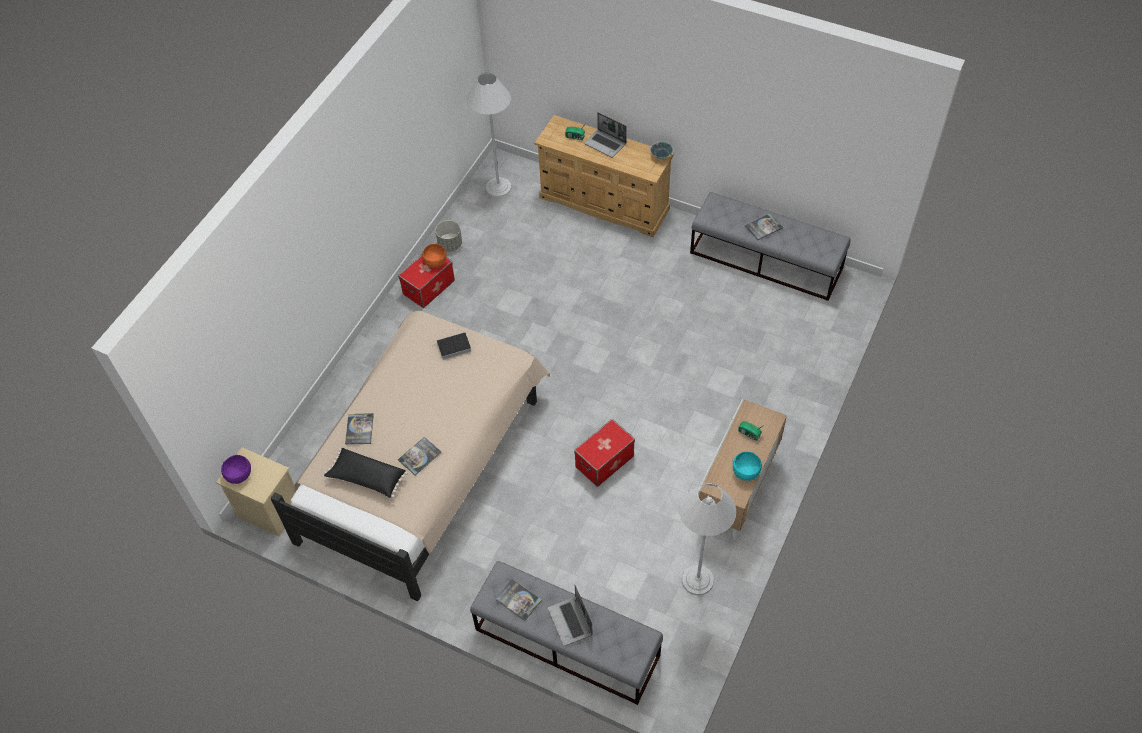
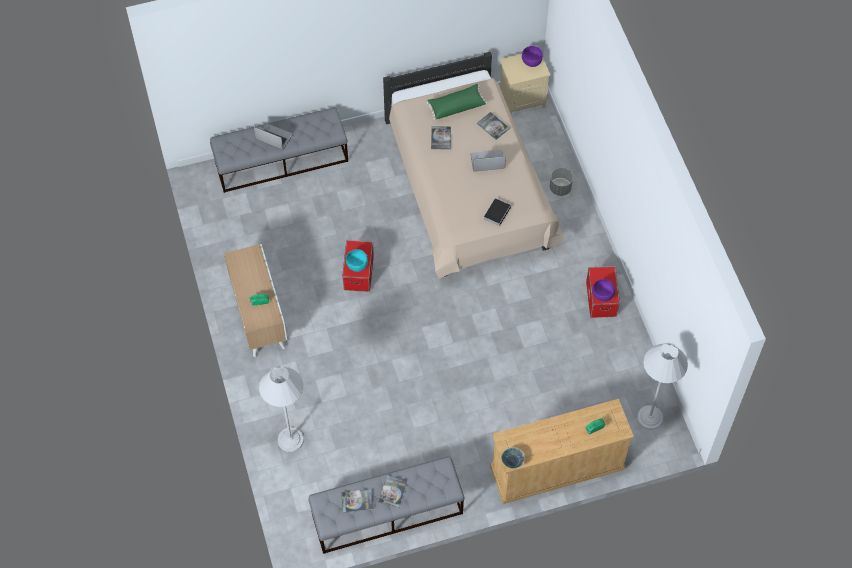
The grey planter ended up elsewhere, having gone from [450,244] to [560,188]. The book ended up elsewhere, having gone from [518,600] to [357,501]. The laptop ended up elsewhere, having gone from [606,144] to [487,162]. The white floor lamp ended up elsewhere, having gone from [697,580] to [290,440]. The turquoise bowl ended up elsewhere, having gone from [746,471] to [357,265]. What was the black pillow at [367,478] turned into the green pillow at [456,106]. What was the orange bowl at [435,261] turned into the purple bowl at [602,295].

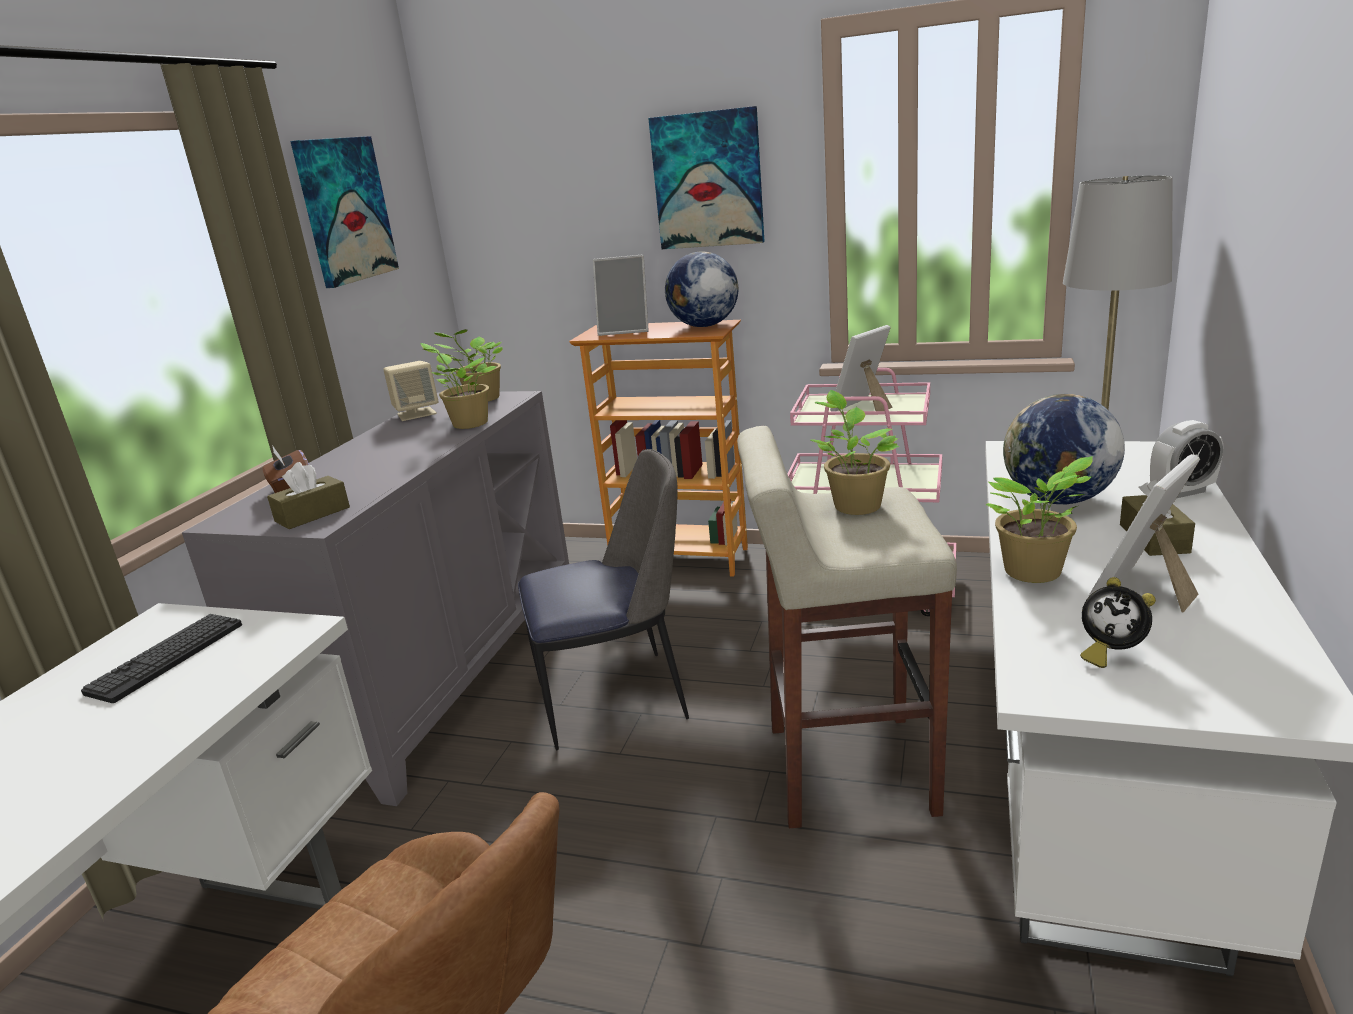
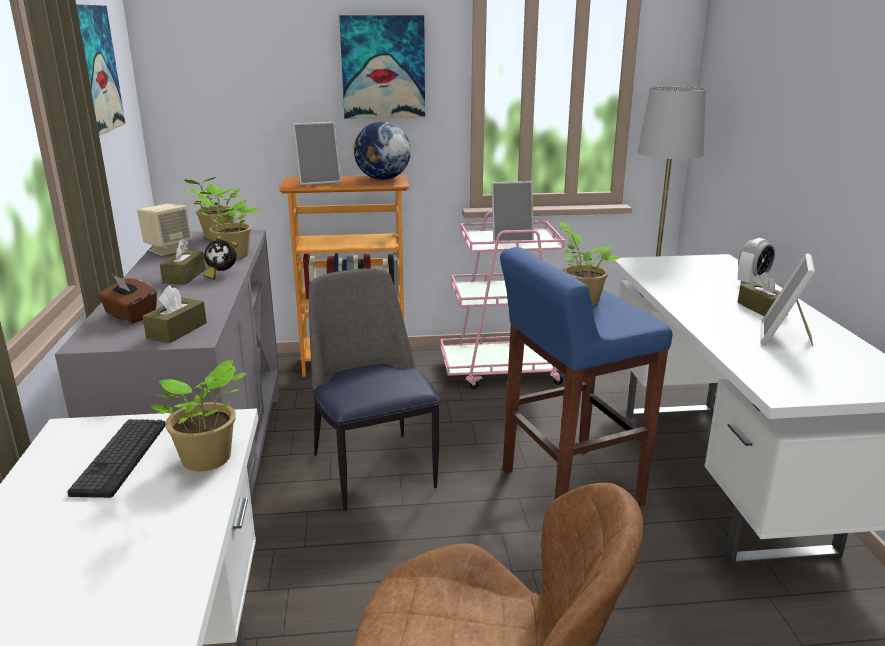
The second view lost the globe at [1058,500]. The second view gained the brown tissue box at [184,276]. The potted plant ended up elsewhere, having gone from [1035,573] to [208,461]. The alarm clock ended up elsewhere, having gone from [1110,653] to [221,274]. What was the beige stool at [846,769] turned into the blue stool at [568,488]. The chair at [617,699] ended up facing another way, 75 degrees counterclockwise from before. The picture frame at [863,408] ended up facing another way, 120 degrees counterclockwise from before.

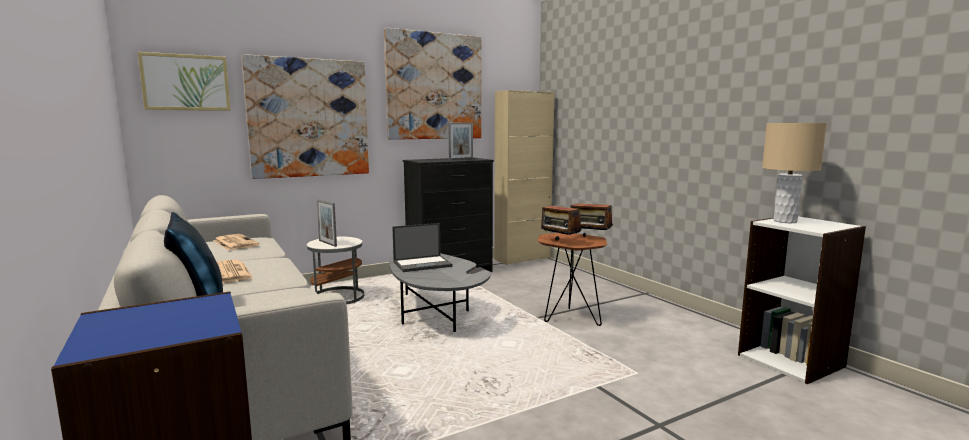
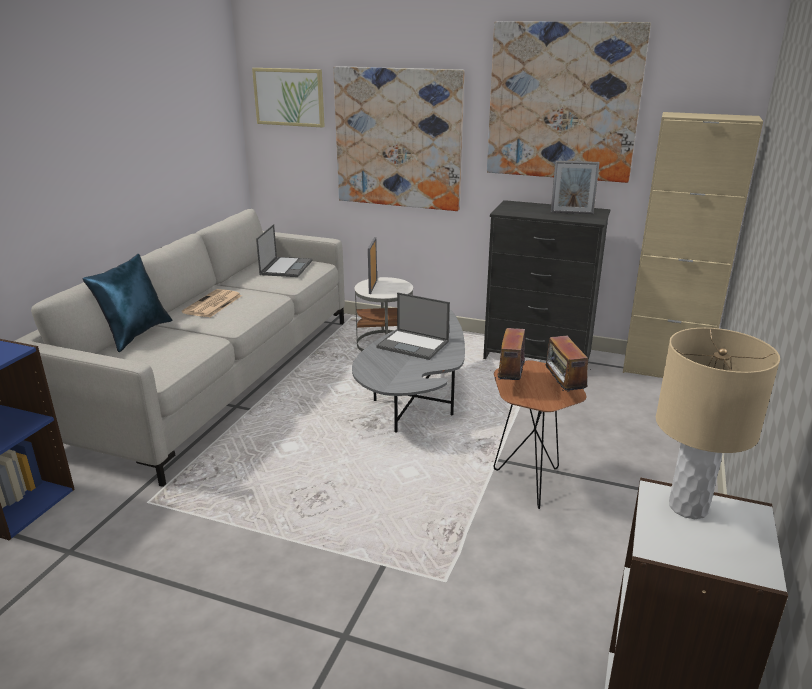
Where the newspaper stood at [235,243], the laptop came to stand at [286,267].

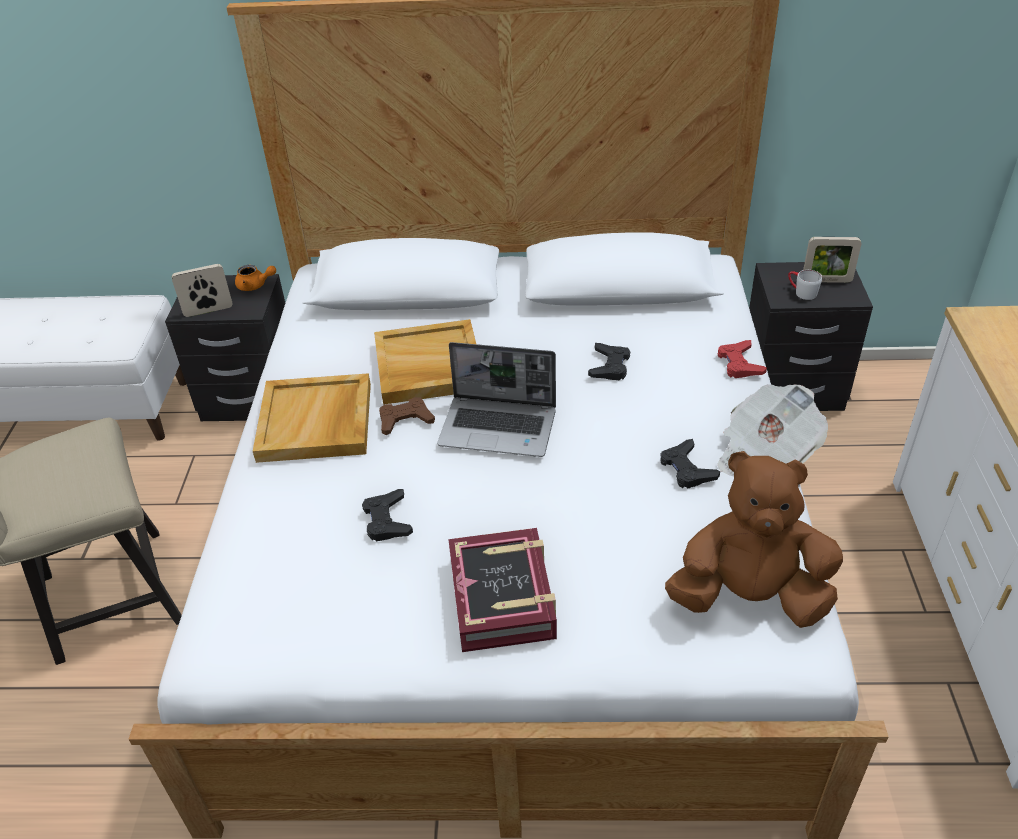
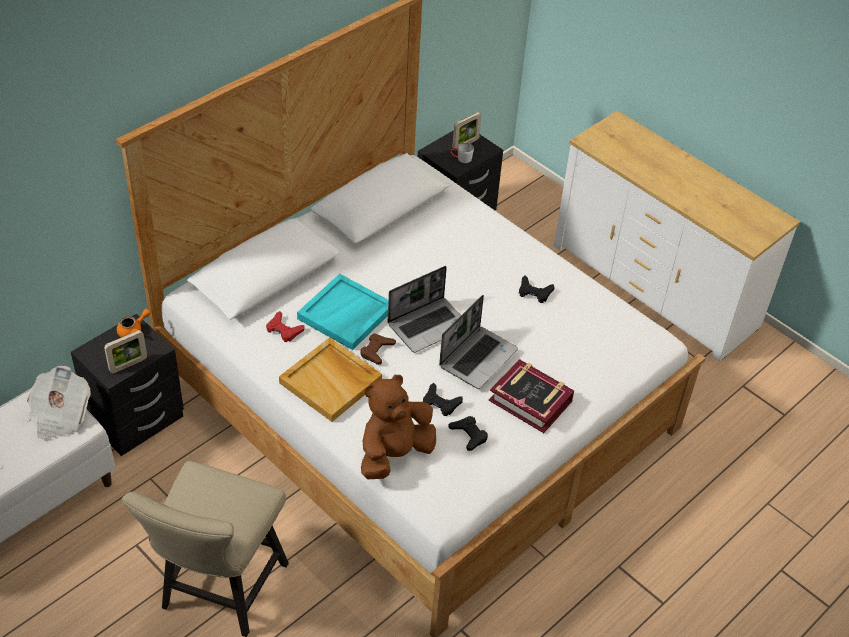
The second view gained the laptop at [478,357]. The black game controller ended up elsewhere, having gone from [609,366] to [469,435]. The brown plush toy ended up elsewhere, having gone from [749,596] to [394,454]. The red game controller ended up elsewhere, having gone from [739,364] to [284,330]. The newspaper ended up elsewhere, having gone from [764,455] to [60,415]. What was the beige tray at [428,366] turned into the turquoise tray at [346,315]. The picture frame at [208,311] ended up facing another way, 150 degrees counterclockwise from before.

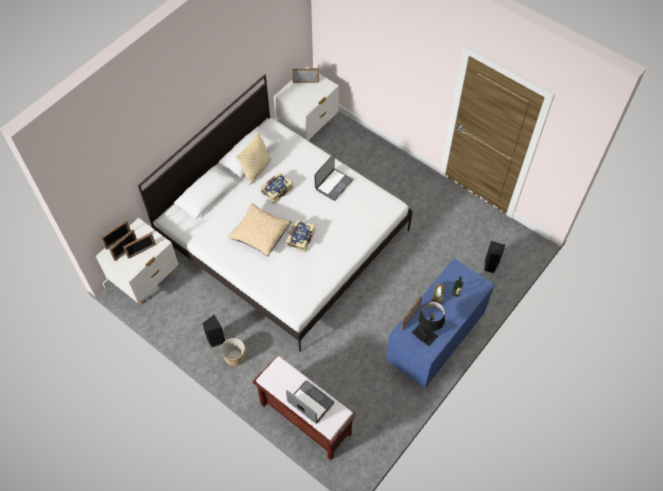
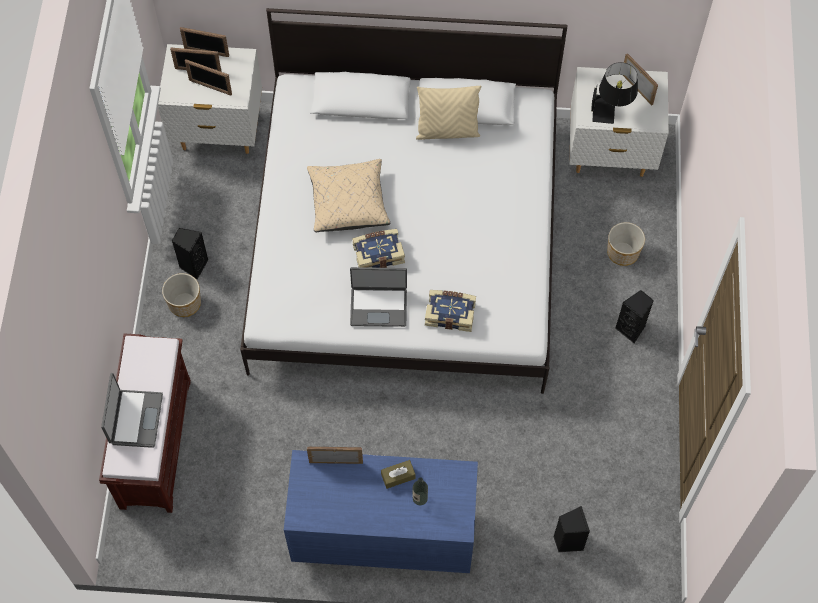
The second view gained the planter at [622,252]. The second view gained the black speaker at [631,329]. The book ended up elsewhere, having gone from [276,190] to [450,313]. The laptop ended up elsewhere, having gone from [333,184] to [378,306]. The black table lamp ended up elsewhere, having gone from [427,330] to [611,109].

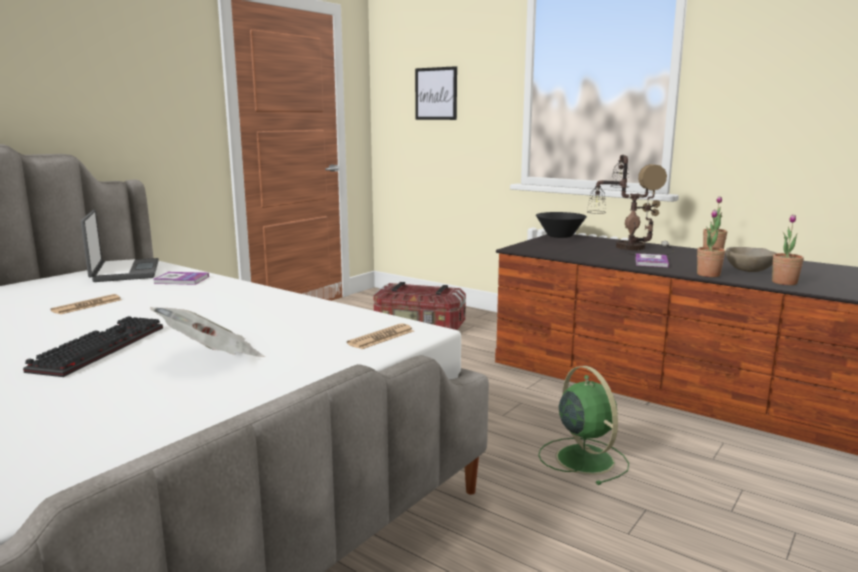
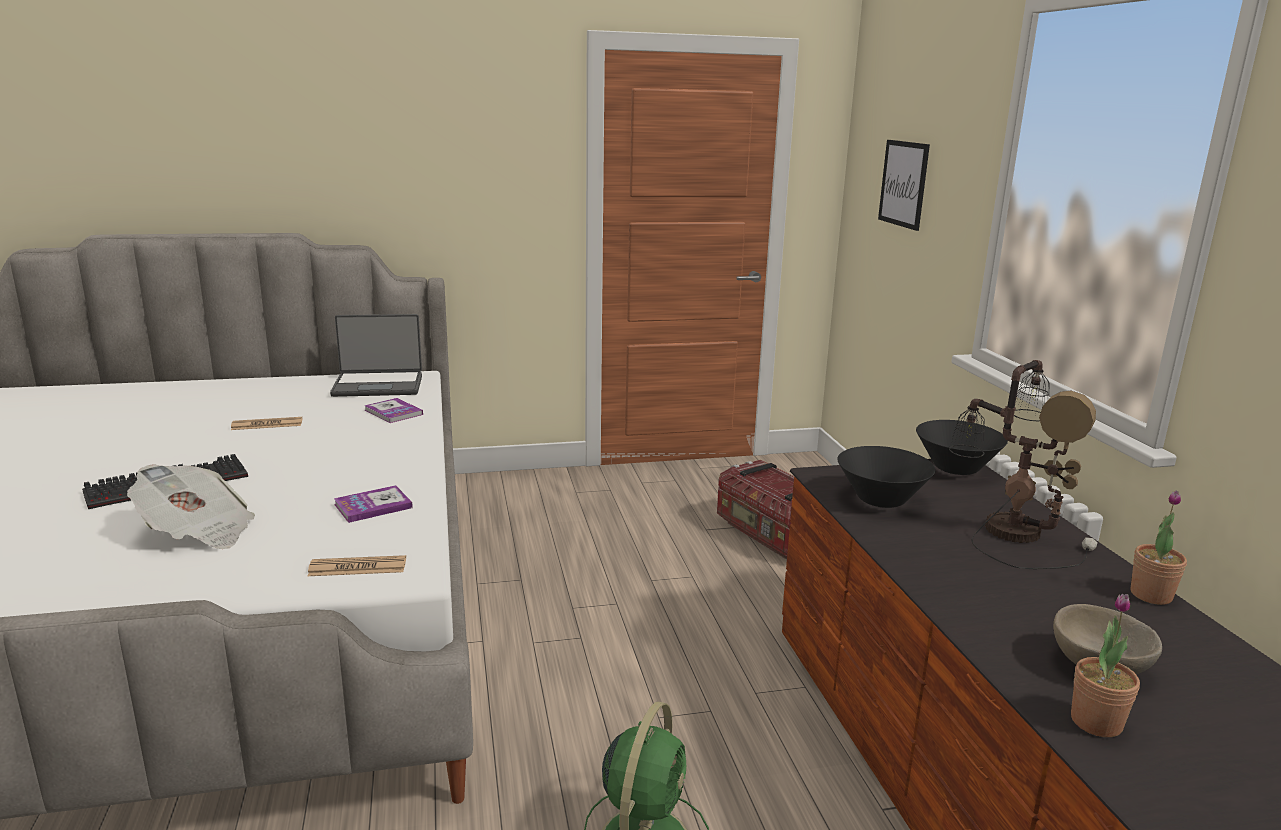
The second view lost the potted plant at [708,275]. The second view gained the black bowl at [881,499]. The book ended up elsewhere, having gone from [651,262] to [373,506]. The laptop at [124,272] ended up facing another way, 60 degrees clockwise from before.

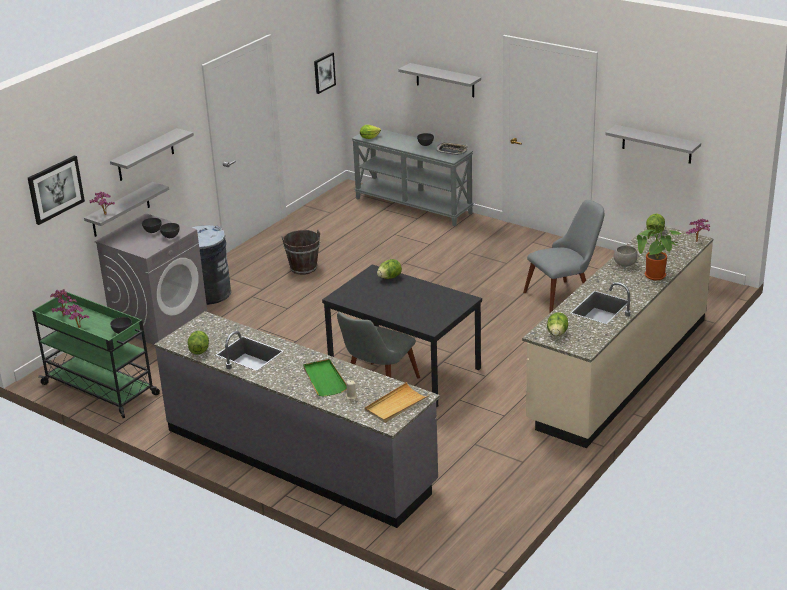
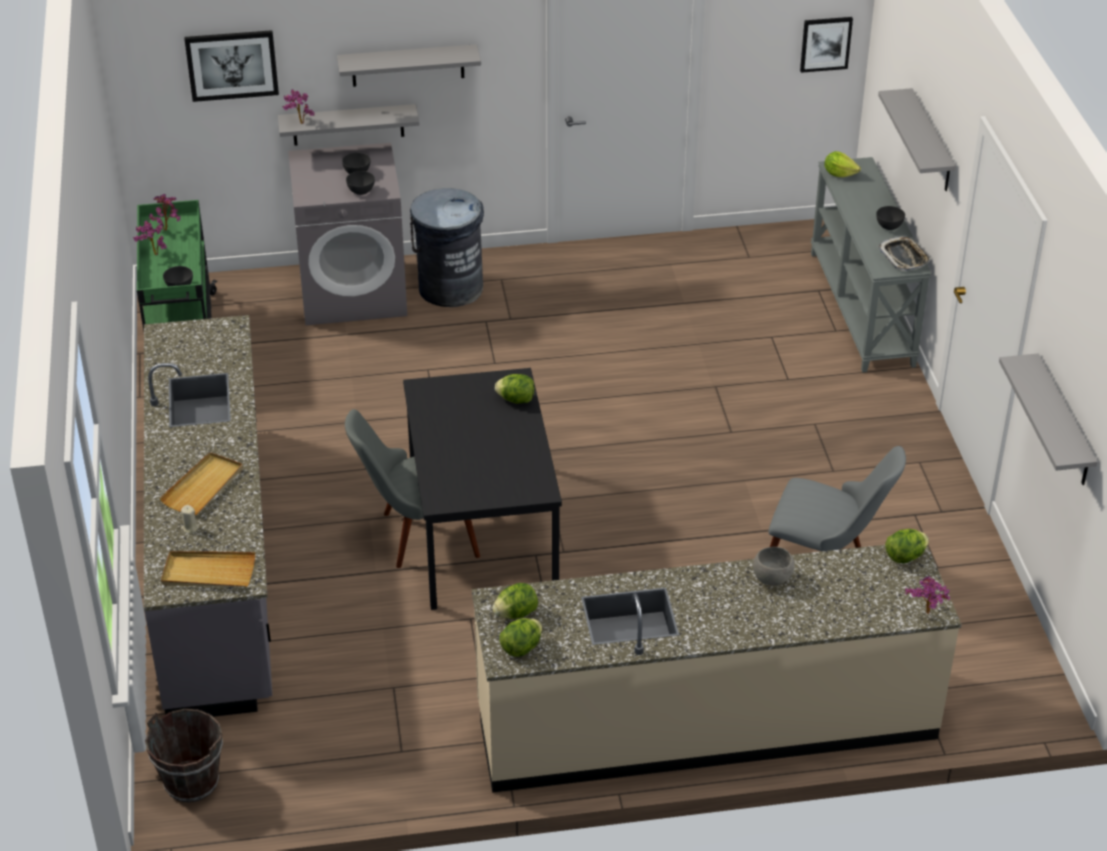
The second view lost the potted plant at [656,277]. The lettuce ended up elsewhere, having gone from [199,350] to [521,648]. The brown bucket ended up elsewhere, having gone from [303,268] to [191,782]. What was the green tray at [324,379] turned into the beige tray at [203,487].

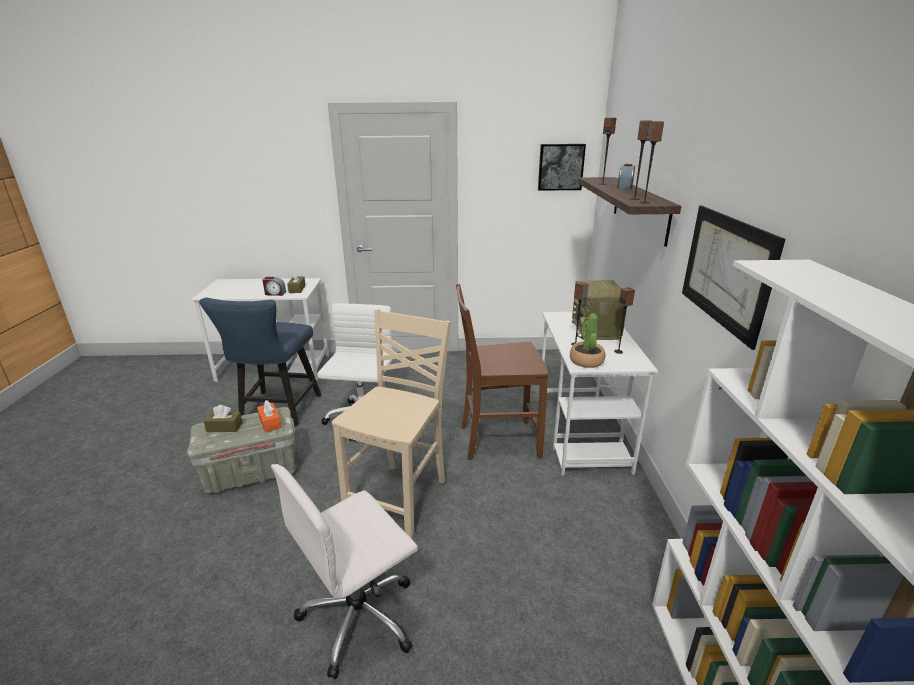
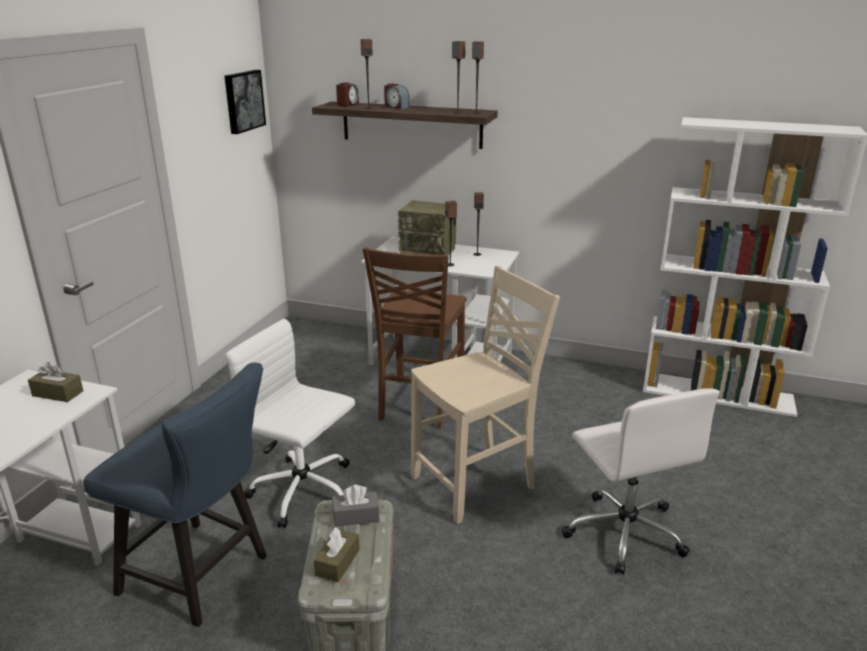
The second view lost the potted plant at [586,361]. The second view lost the picture at [725,271]. The alarm clock ended up elsewhere, having gone from [275,293] to [347,104]. What was the orange tissue box at [270,422] turned into the grey tissue box at [356,516]. The beige chair at [400,497] ended up facing another way, 105 degrees clockwise from before.

